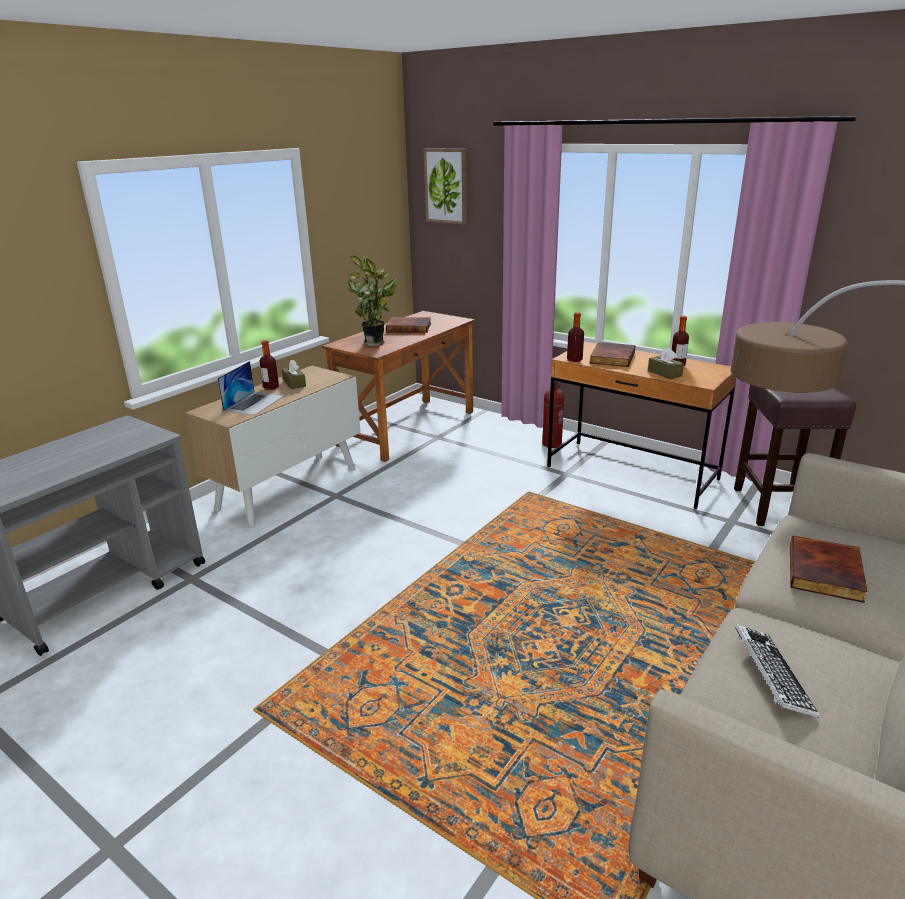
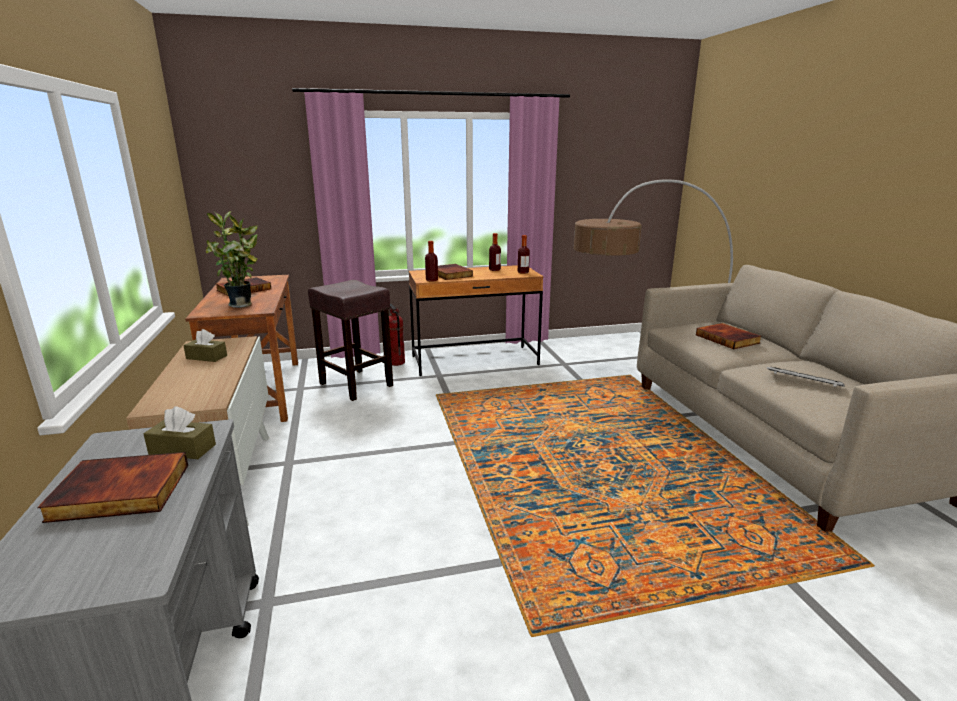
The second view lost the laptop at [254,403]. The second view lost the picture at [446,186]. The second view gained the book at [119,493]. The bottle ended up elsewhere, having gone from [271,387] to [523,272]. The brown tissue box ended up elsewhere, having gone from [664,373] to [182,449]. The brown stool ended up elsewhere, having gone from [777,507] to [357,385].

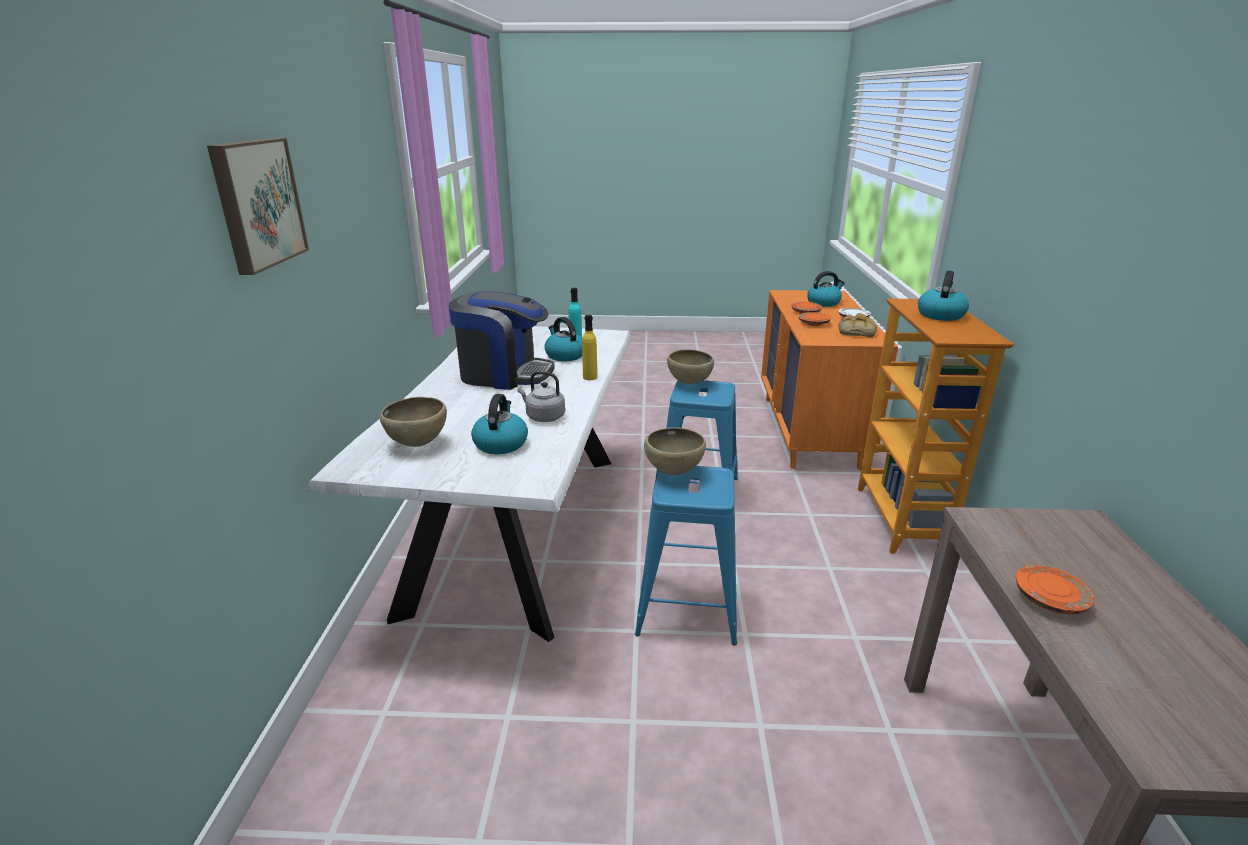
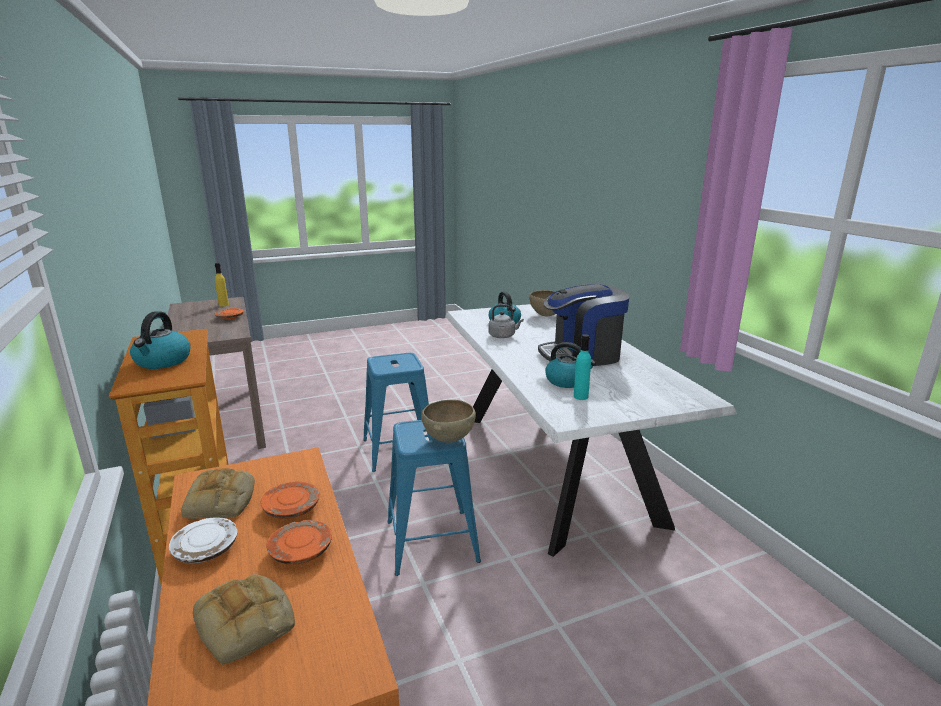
The second view lost the picture at [256,203]. The second view lost the brown bowl at [674,472]. The yellow bottle ended up elsewhere, having gone from [590,377] to [223,305]. Where the kettle stood at [823,303], the bread came to stand at [247,623].

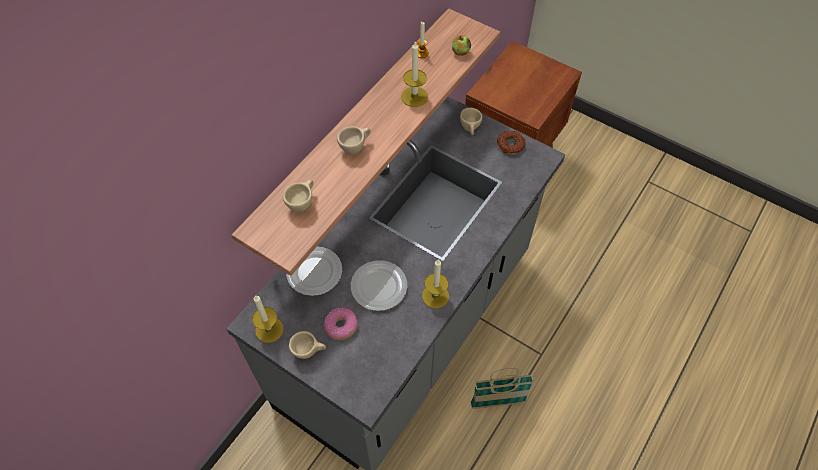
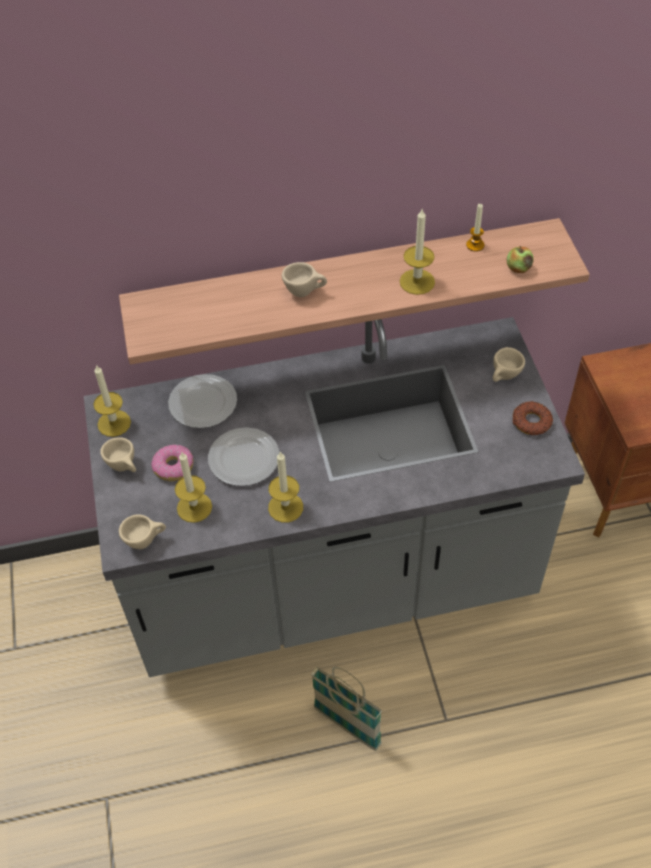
The second view gained the candle at [194,507]. The beige cup ended up elsewhere, having gone from [302,203] to [145,540].

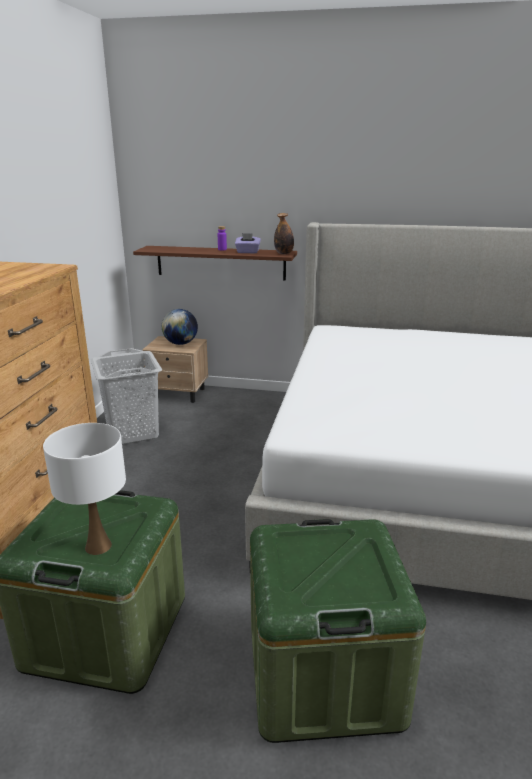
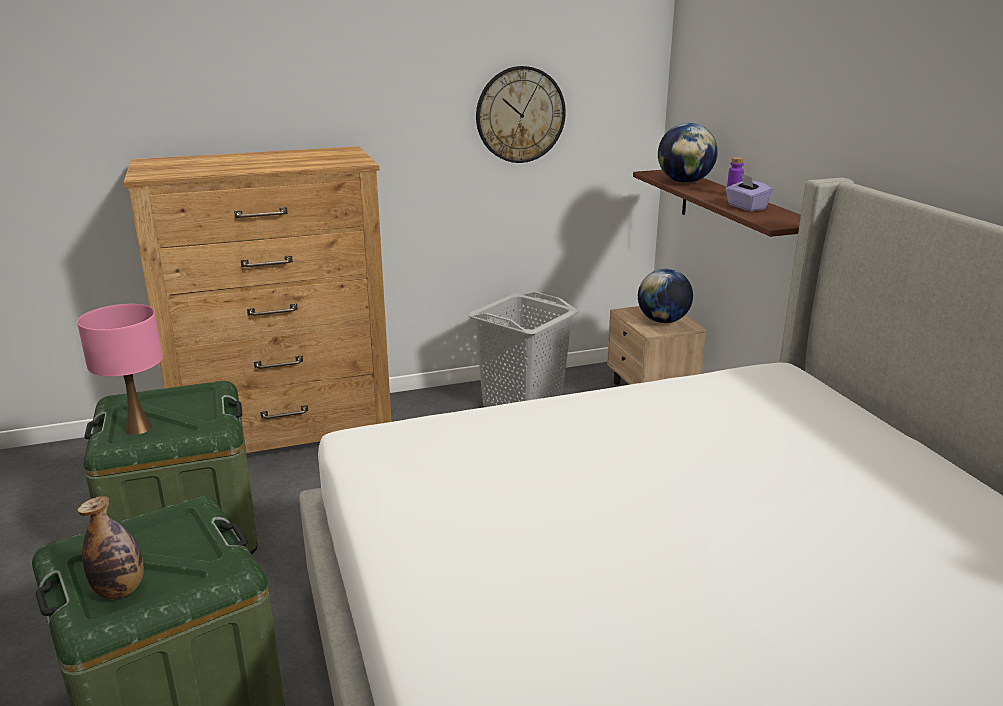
The second view gained the wall clock at [520,115]. The second view gained the globe at [684,182]. The bottle ended up elsewhere, having gone from [284,253] to [120,590]. What was the white table lamp at [98,546] turned into the pink table lamp at [139,428].

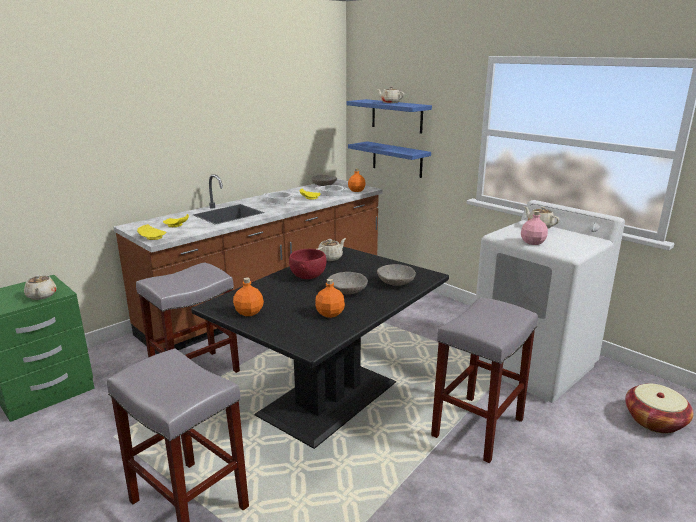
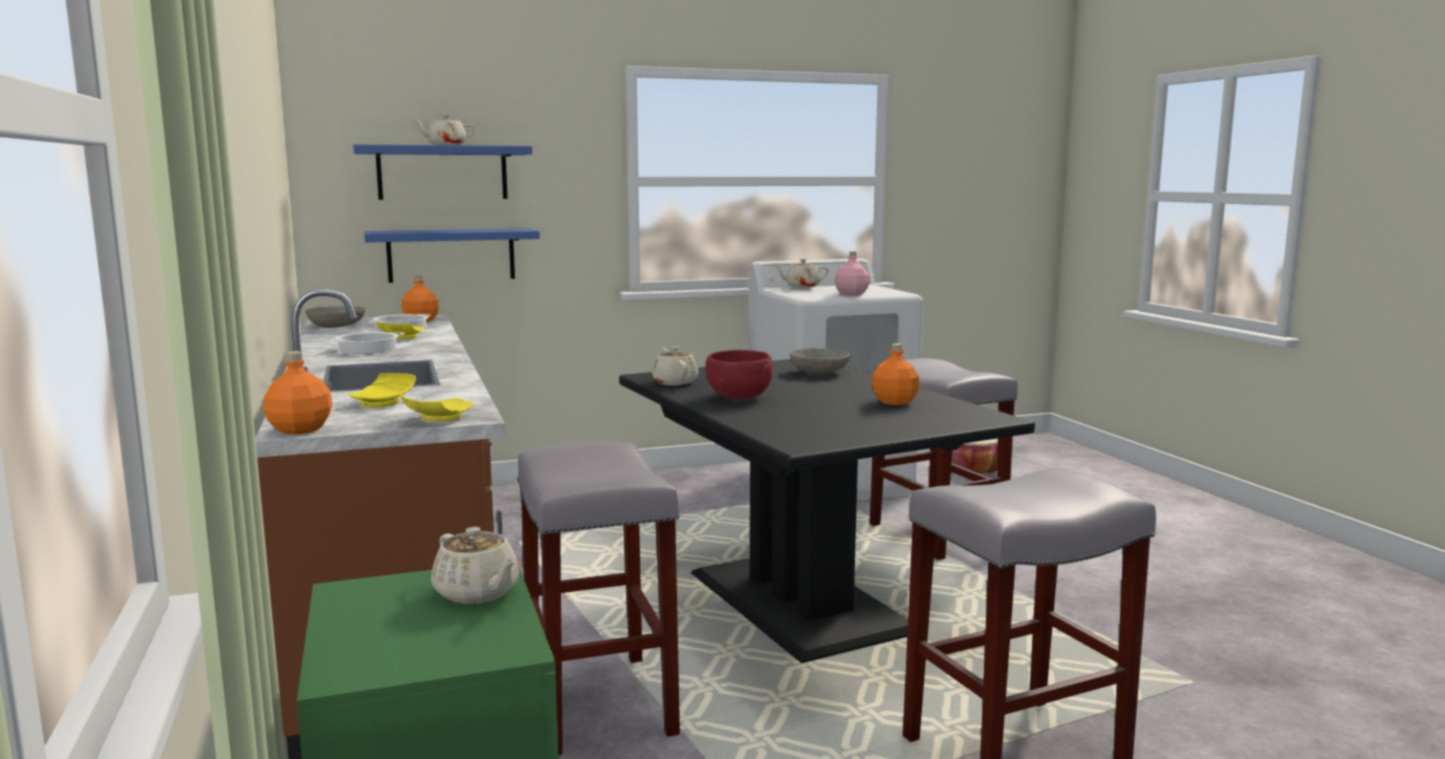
The second view lost the grey bowl at [347,291]. The orange bottle ended up elsewhere, having gone from [248,312] to [300,430]. The beige teapot at [41,296] ended up facing another way, 45 degrees clockwise from before.

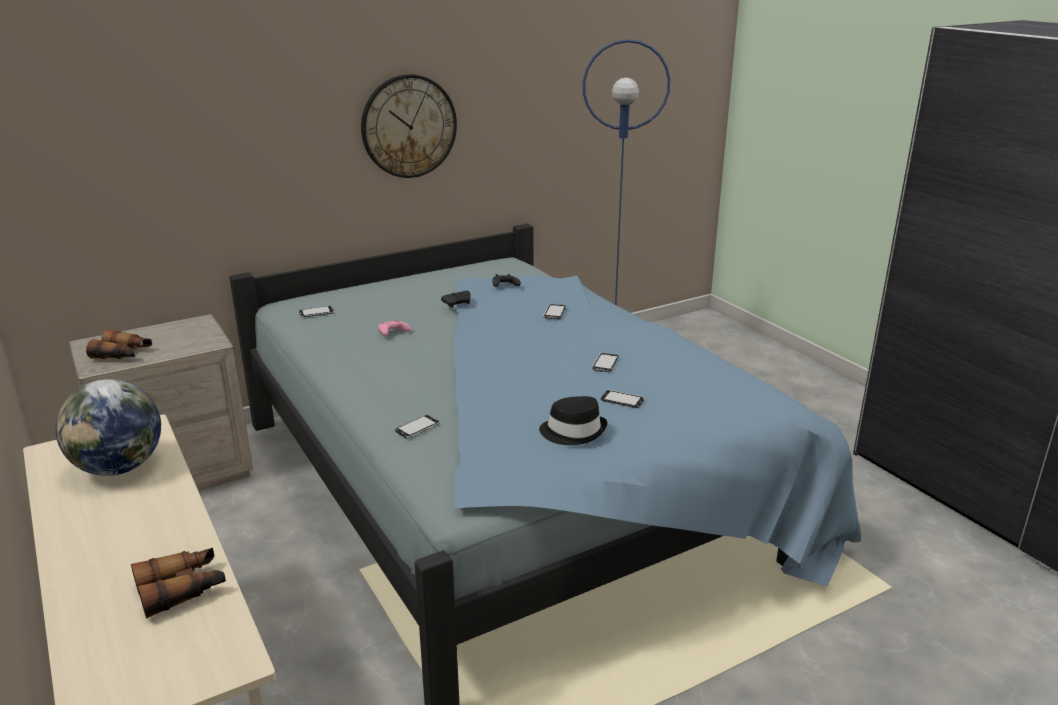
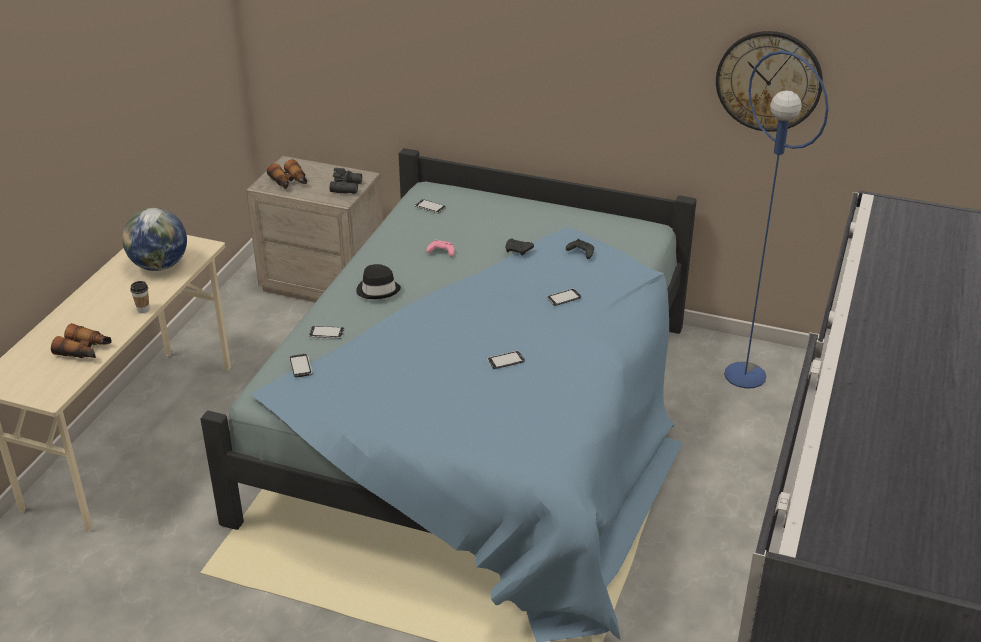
The second view gained the cup at [143,310]. The second view gained the black binoculars at [347,187]. The wall clock ended up elsewhere, having gone from [409,126] to [769,81]. The black hat ended up elsewhere, having gone from [573,431] to [378,290]. The phone ended up elsewhere, having gone from [622,400] to [301,366].

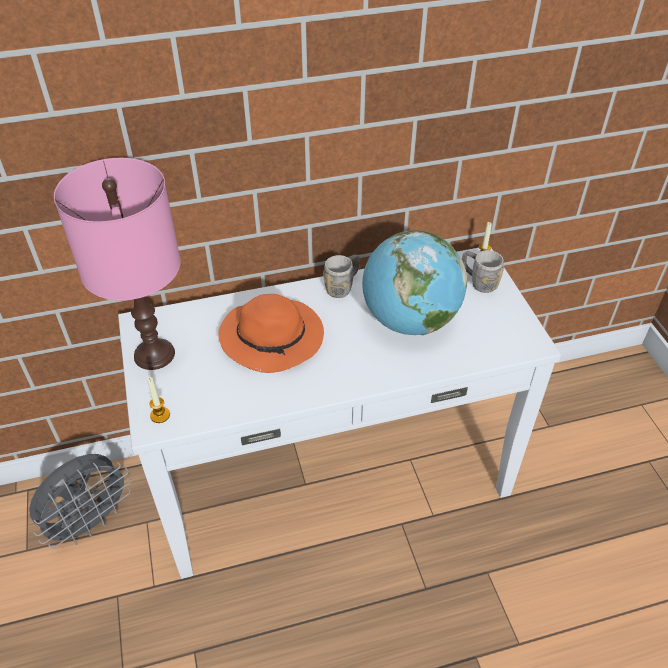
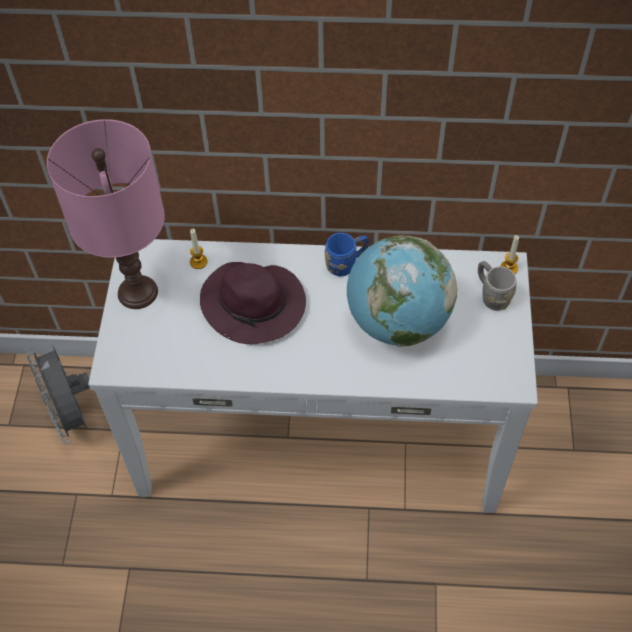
The candle ended up elsewhere, having gone from [160,415] to [198,262]. What was the orange hat at [273,338] turned into the purple hat at [255,305]. What was the grey mug at [342,287] turned into the blue mug at [346,263]. The grey fan at [91,522] ended up facing another way, 90 degrees clockwise from before.

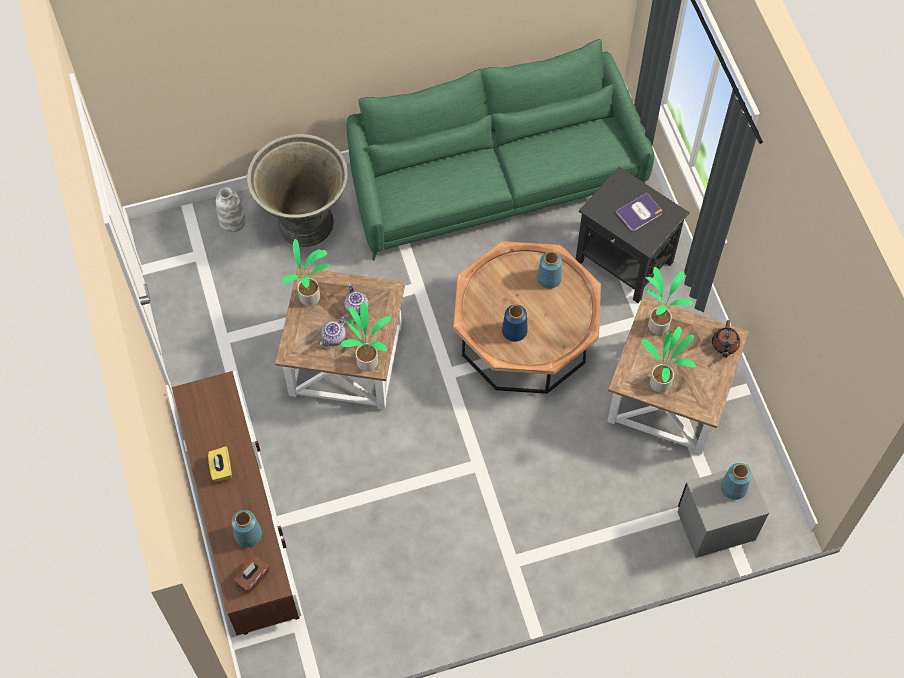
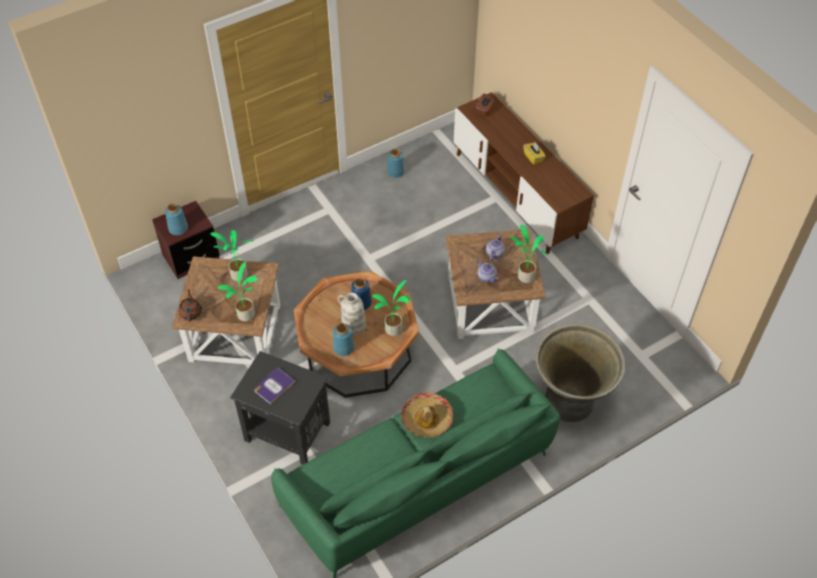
The second view gained the hat at [427,419]. The white vase ended up elsewhere, having gone from [233,221] to [353,325]. The blue vase ended up elsewhere, having gone from [247,534] to [395,172]. The potted plant ended up elsewhere, having gone from [368,360] to [393,330]. What was the grey nightstand at [715,525] turned into the brown nightstand at [191,257].

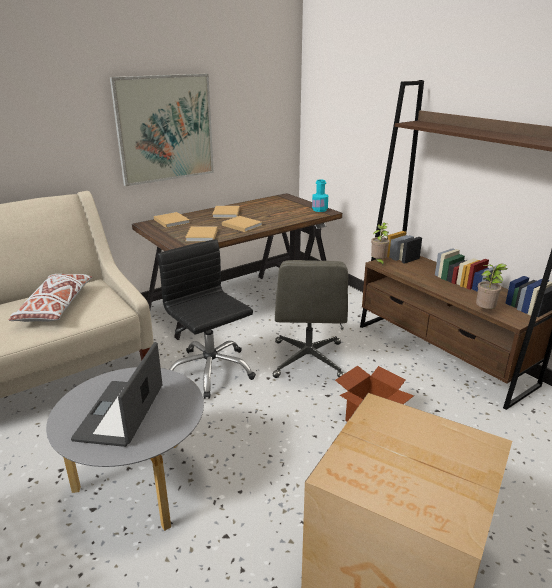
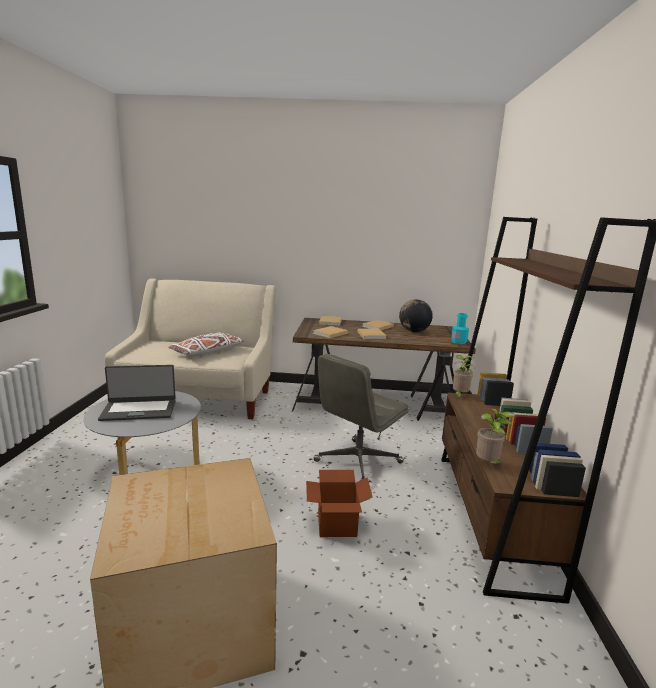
The second view lost the picture at [165,128]. The second view lost the black office chair at [210,371]. The second view gained the globe at [414,331]. The laptop at [122,413] ended up facing another way, 150 degrees counterclockwise from before.

